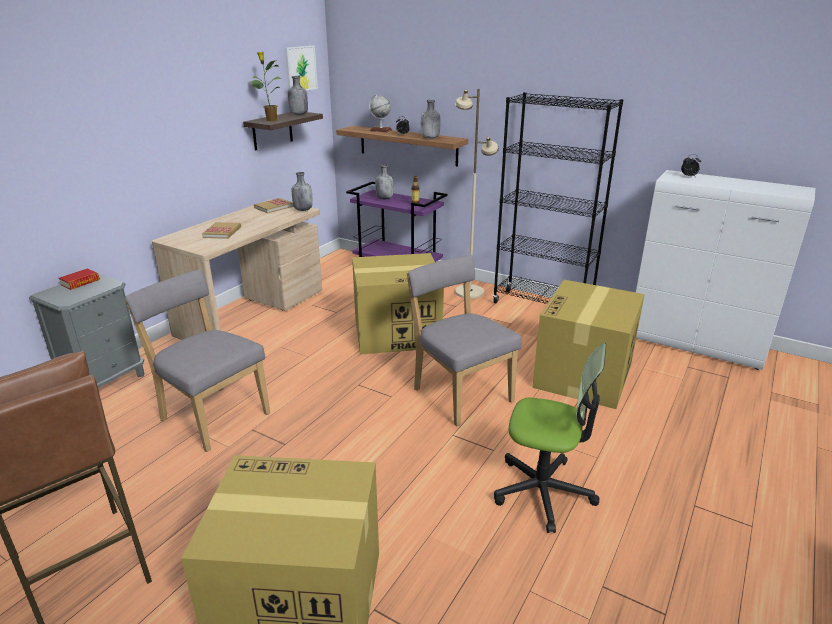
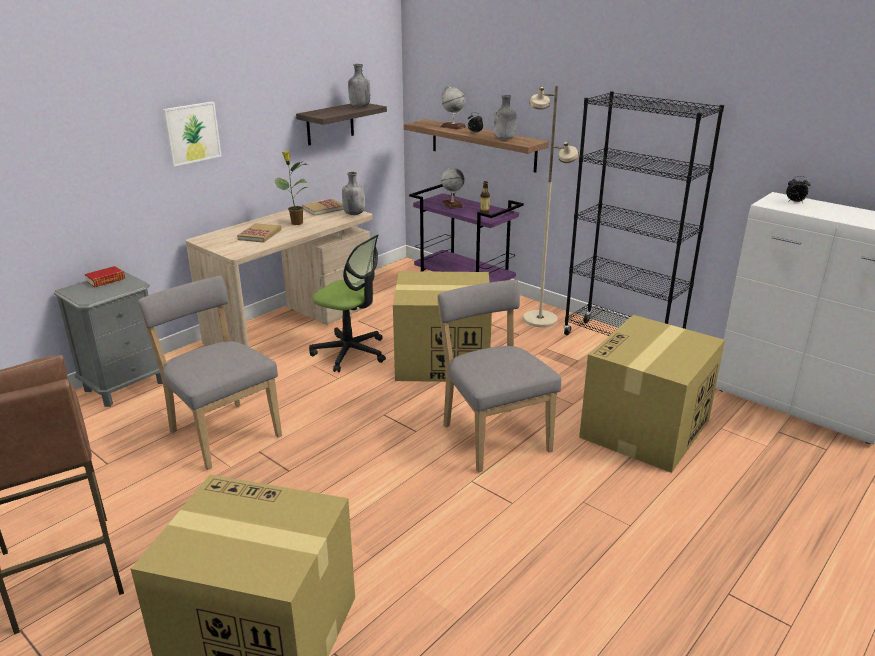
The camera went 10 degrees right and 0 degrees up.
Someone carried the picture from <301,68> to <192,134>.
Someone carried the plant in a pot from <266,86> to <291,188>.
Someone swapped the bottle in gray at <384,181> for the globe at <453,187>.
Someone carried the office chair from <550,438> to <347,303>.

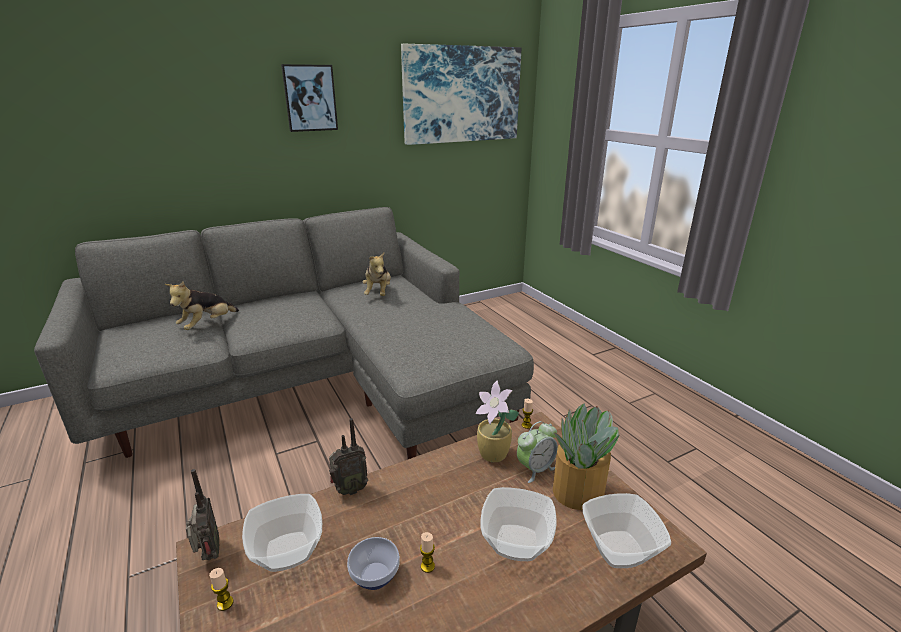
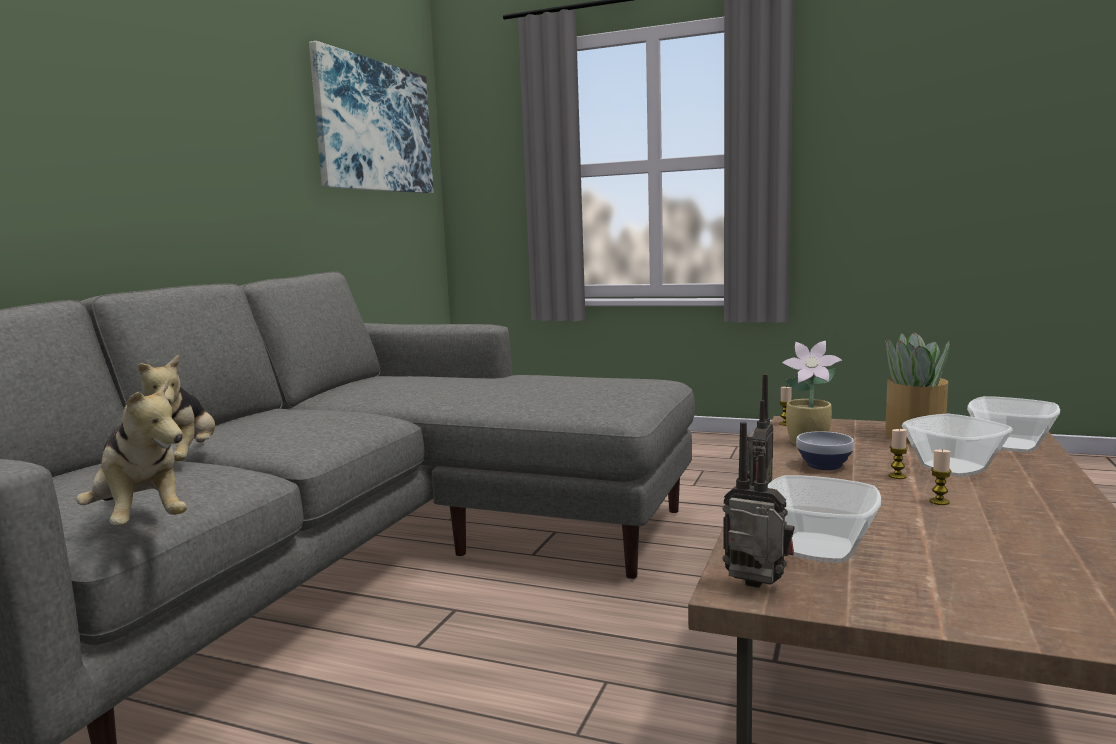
The camera went 40 degrees left and 15 degrees down.
Someone took away the picture at <309,98>.
Someone carried the plush toy from <377,274> to <131,451>.
Someone took away the table clock at <537,452>.
Someone carried the bowl from <373,563> to <825,450>.
Someone carried the candle from <221,589> to <898,453>.

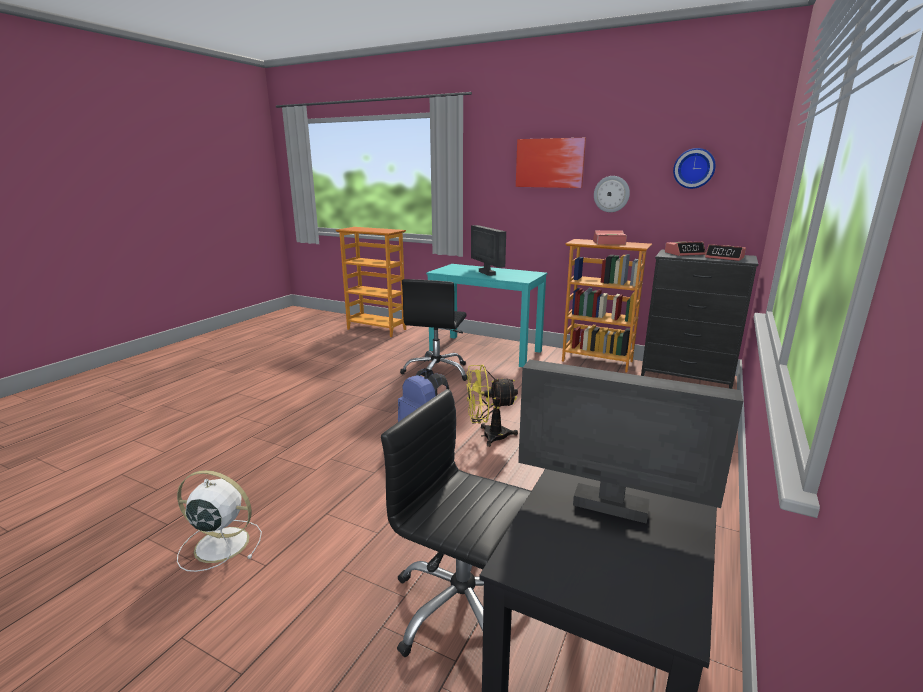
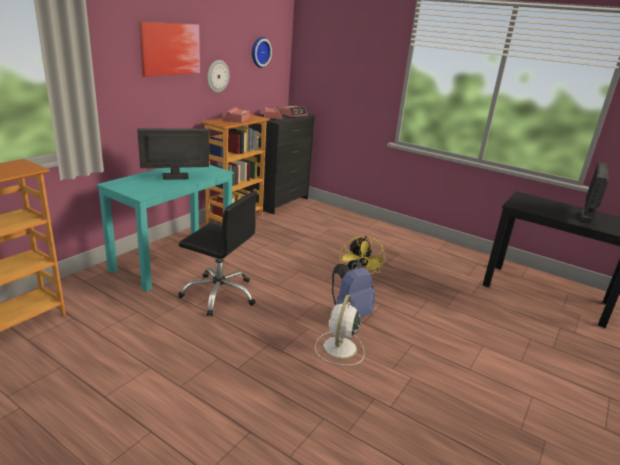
The camera went 85 degrees left and 5 degrees up.
Someone took away the office chair in black at <456,523>.
Someone carried the fan in white from <219,521> to <340,330>.

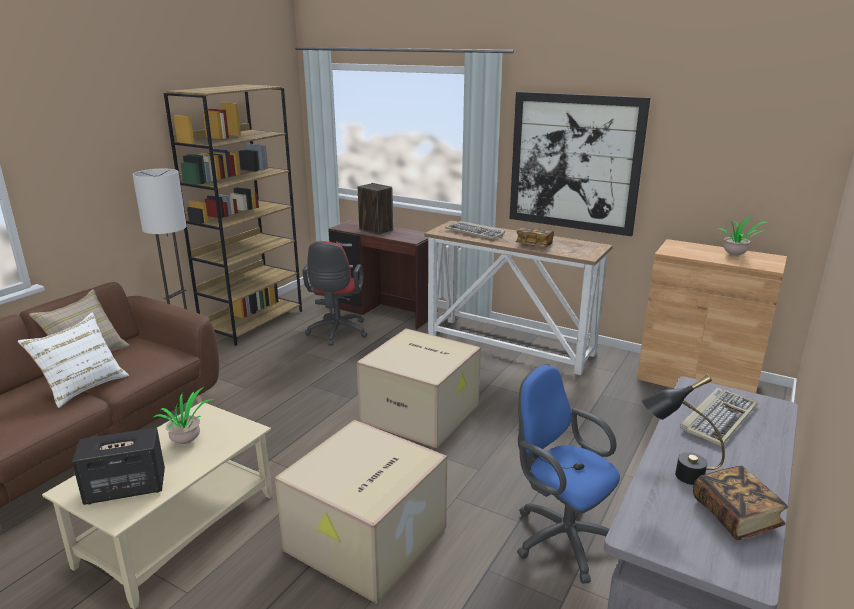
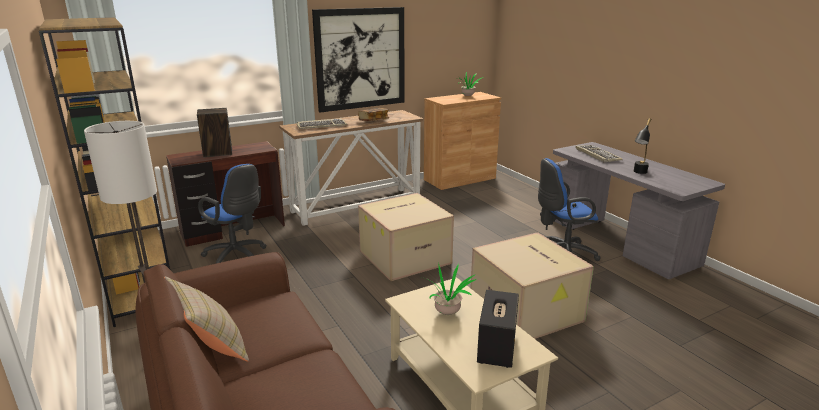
The camera went 60 degrees left and 0 degrees up.
Someone repainted the office chair in reddish at <335,293>, which became the office chair in bluish at <232,214>.
Someone took away the pillow in white at <73,360>.
Someone took away the bound book at <740,502>.

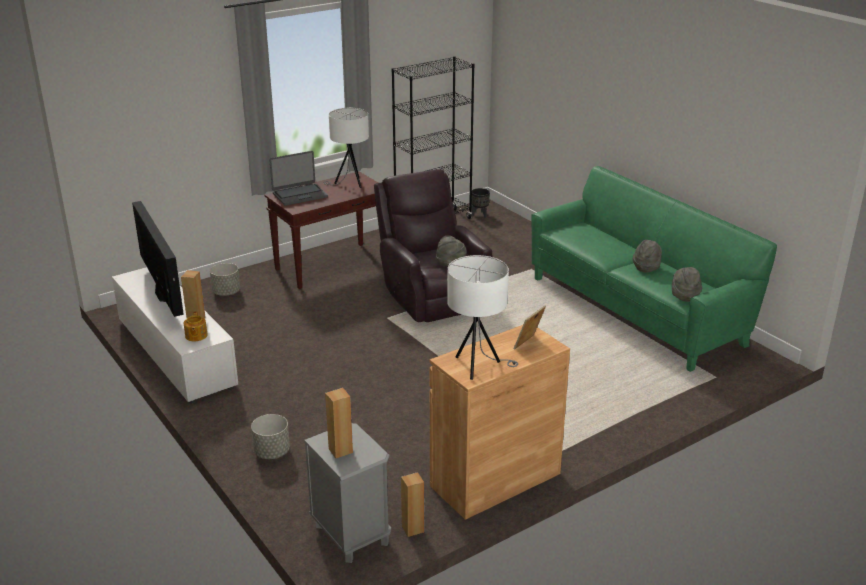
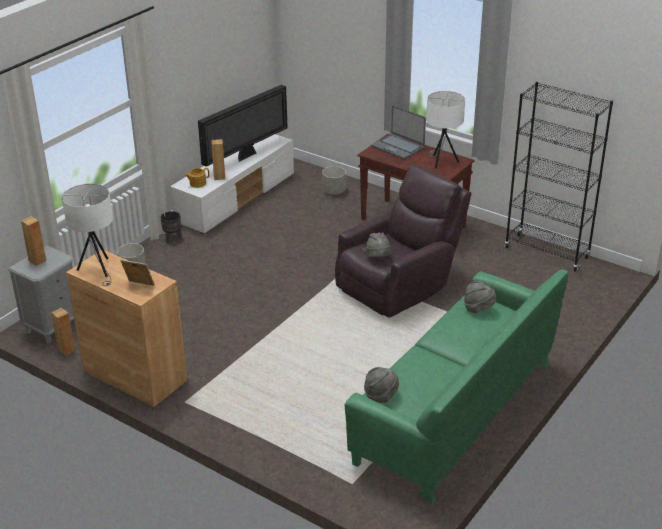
The camera went 70 degrees right and 5 degrees up.
Someone carried the plant pot in black from <481,203> to <171,227>.
Someone carried the hat in gray from <647,256> to <480,297>.

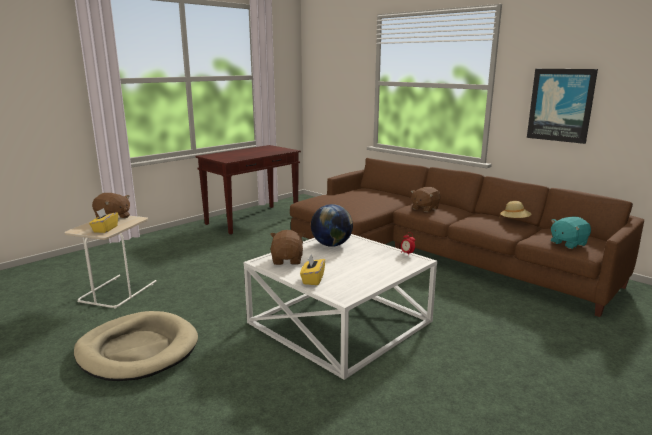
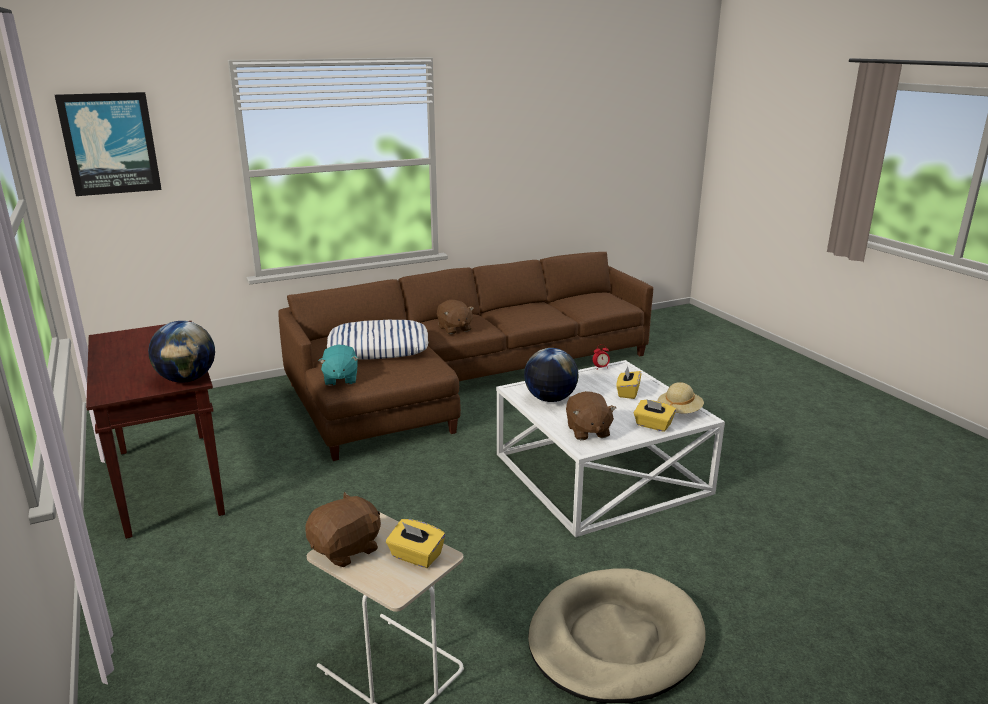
The camera went 70 degrees left and 5 degrees up.
Someone carried the picture from <562,106> to <108,144>.
Someone carried the hat in sand-coloured from <515,209> to <681,397>.
Someone carried the plush toy in turquoise-coloured from <571,233> to <338,365>.
Someone rotated the plush toy in brownish at <287,247> by 120 degrees counterclockwise.
Someone put down the pillow at <377,339>.
Someone put down the globe at <181,352>.
Someone put down the tissue holder in yellow-coloured at <628,382>.

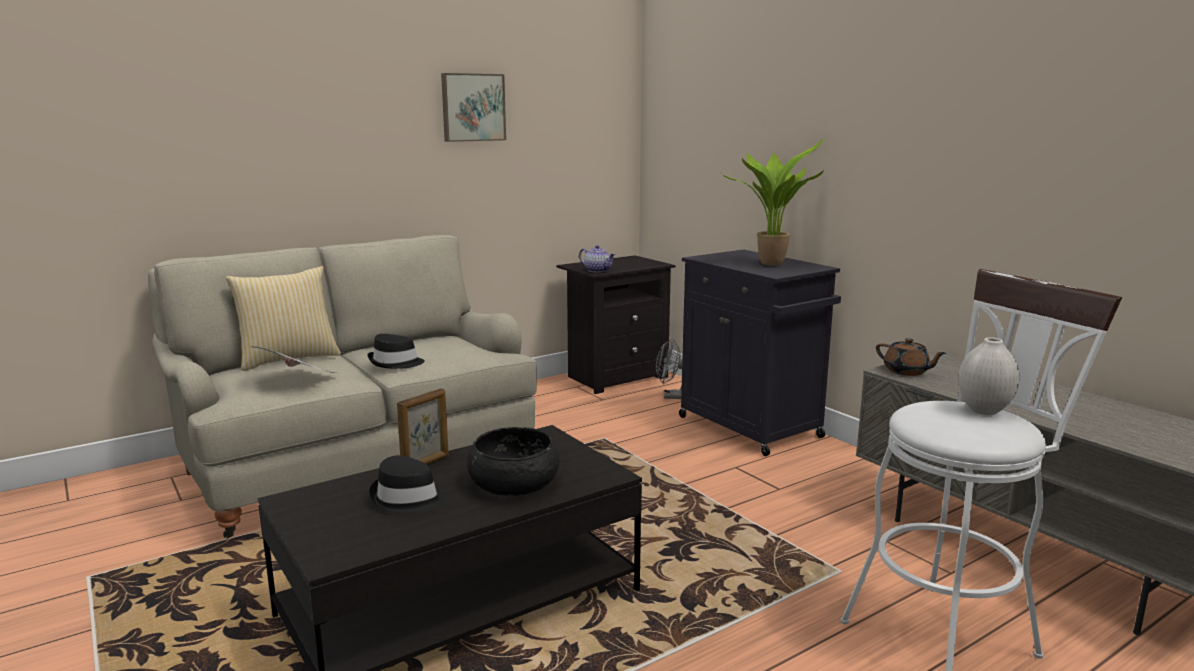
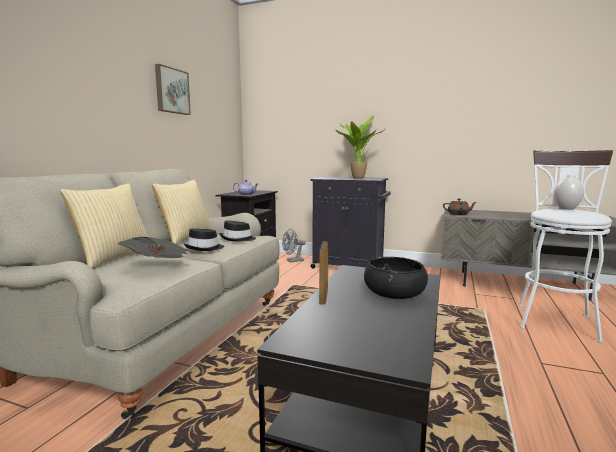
The camera went 35 degrees left and 5 degrees down.
Someone carried the hat in black from <408,484> to <237,231>.
Someone put down the pillow at <182,212>.

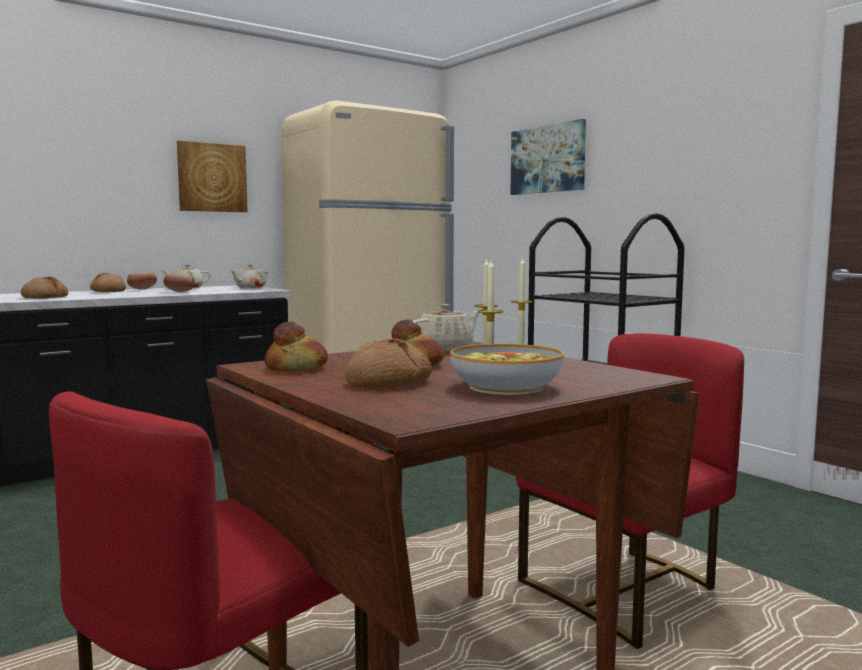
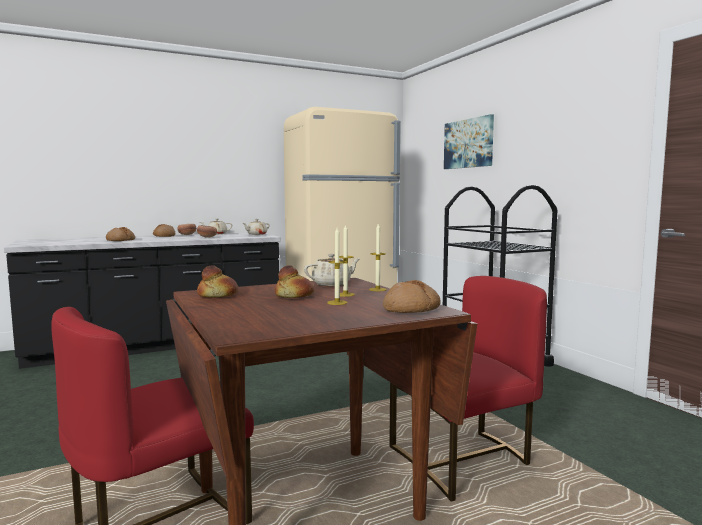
The camera went 10 degrees right and 0 degrees up.
Someone took away the picture at <212,176>.
Someone carried the bakery bread from <388,362> to <412,296>.
Someone took away the bowl at <507,369>.

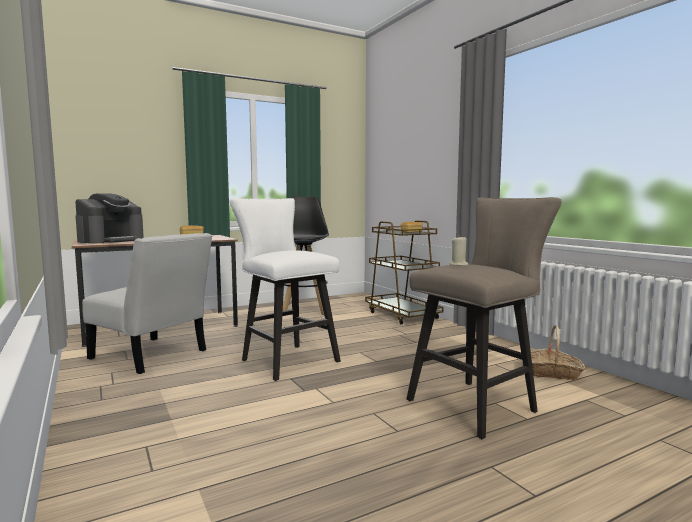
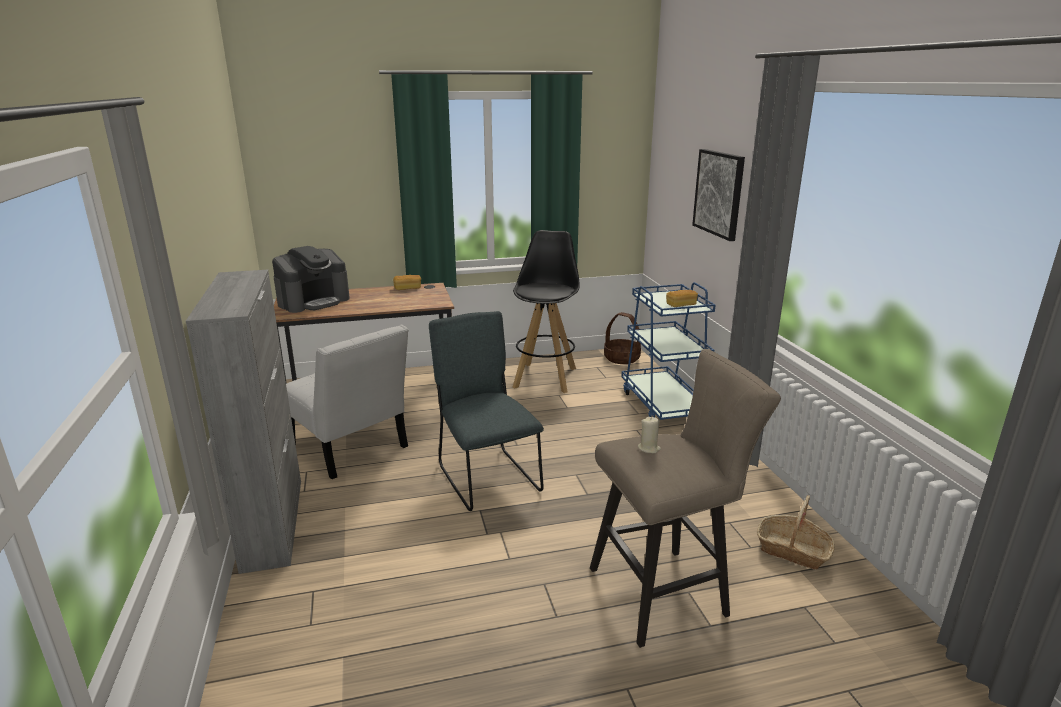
The camera went 15 degrees right and 15 degrees up.
Someone swapped the stool in white at <285,289> for the upright chair in gray at <486,411>.
Someone repainted the cart in brownish at <404,272>, which became the cart in bluish at <668,351>.
Someone put up the picture at <718,195>.
Someone put down the cupboard in gray at <243,422>.
Someone put down the basket at <622,338>.

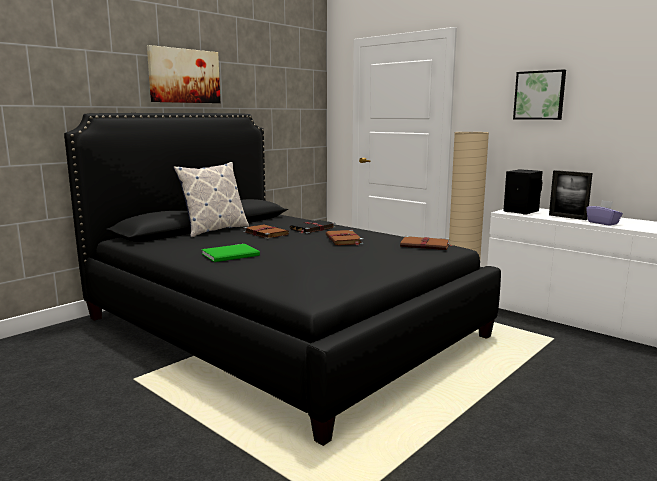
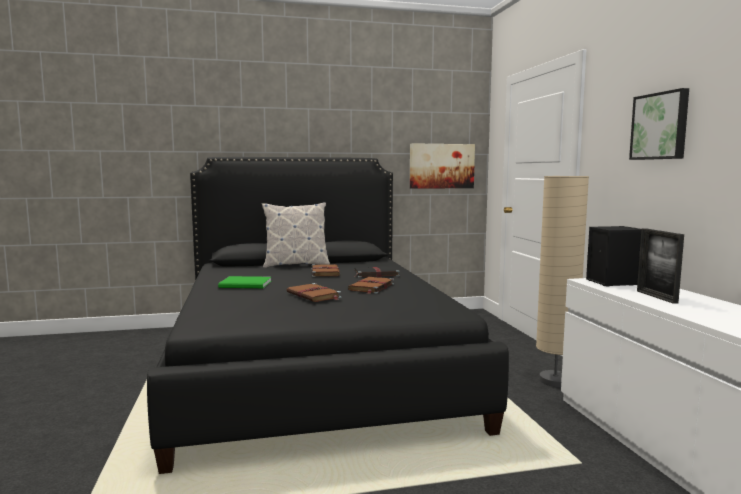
The camera went 35 degrees right and 5 degrees down.
Someone carried the picture from <183,74> to <442,166>.
Someone took away the tissue holder in purplish at <604,213>.
Someone carried the bound book in brownish from <426,243> to <314,292>.

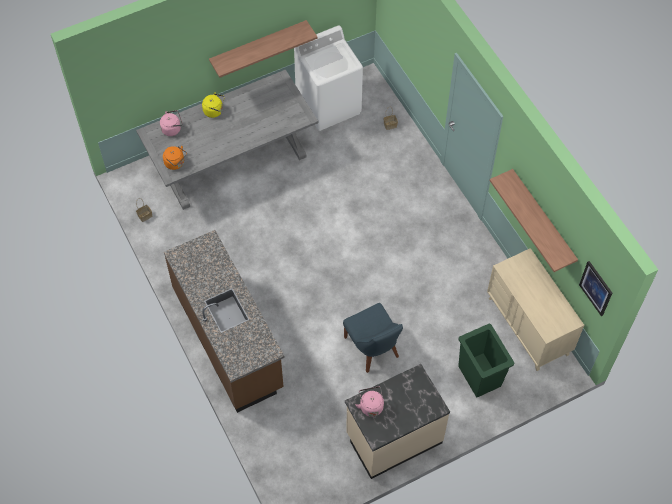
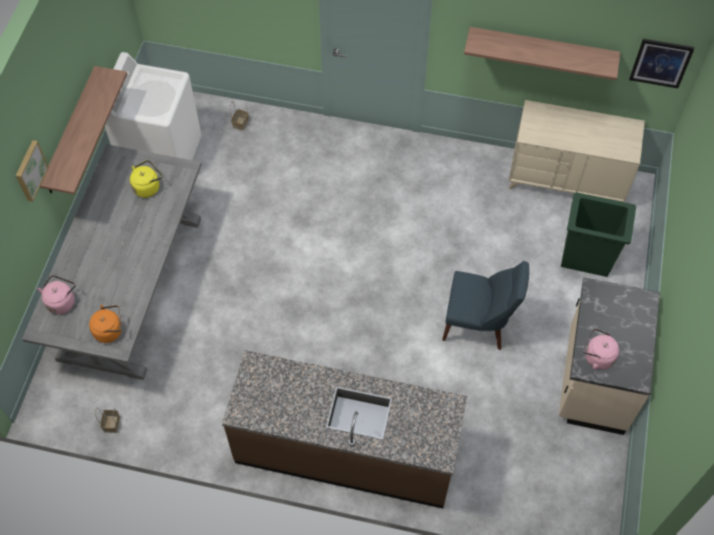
The camera went 50 degrees left and 0 degrees up.
Someone carried the kettle in yellow-coloured from <213,105> to <146,179>.
Someone put up the picture at <32,171>.

